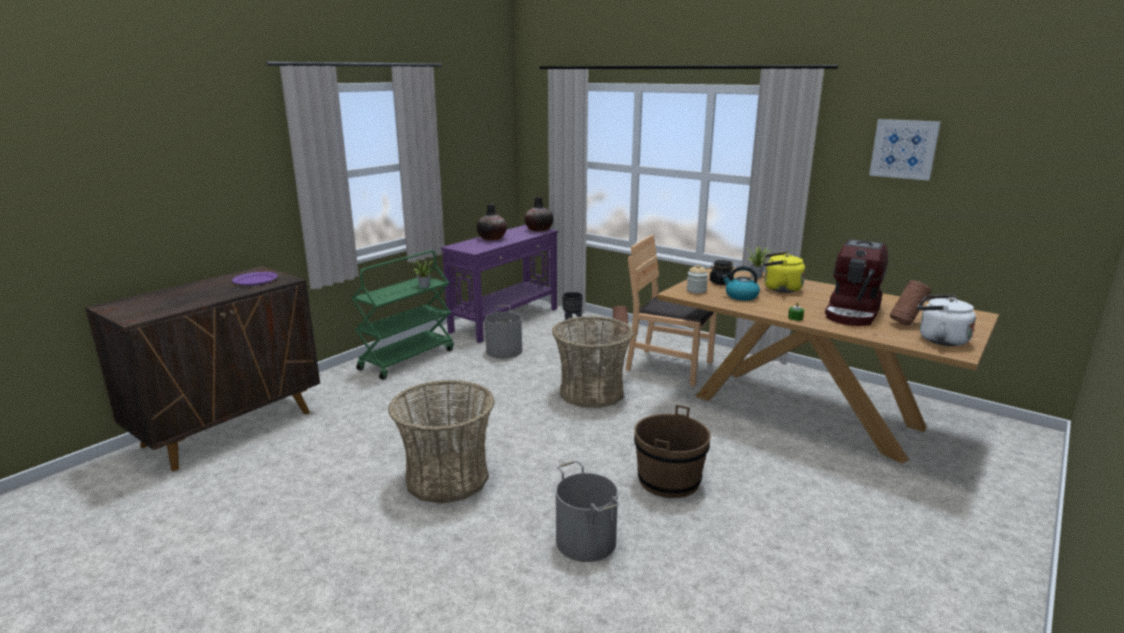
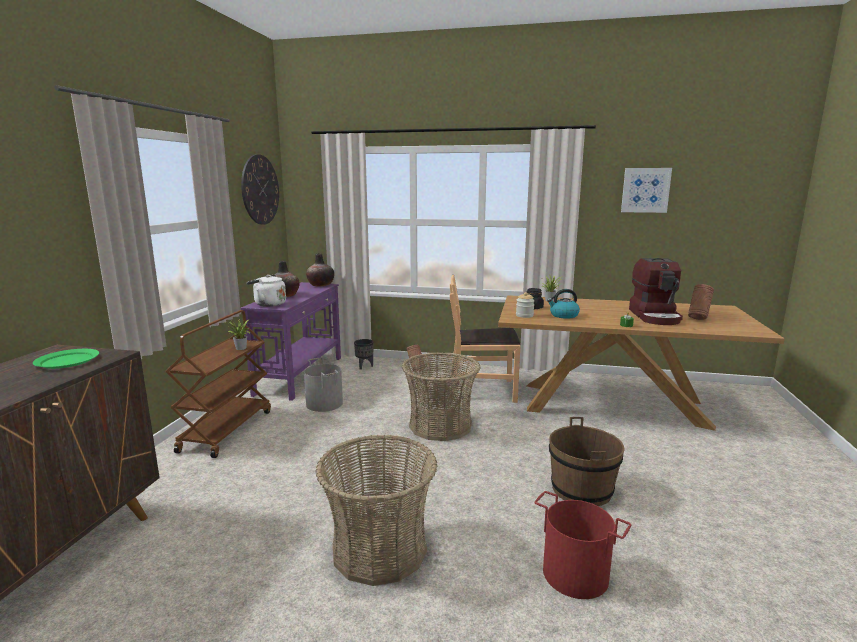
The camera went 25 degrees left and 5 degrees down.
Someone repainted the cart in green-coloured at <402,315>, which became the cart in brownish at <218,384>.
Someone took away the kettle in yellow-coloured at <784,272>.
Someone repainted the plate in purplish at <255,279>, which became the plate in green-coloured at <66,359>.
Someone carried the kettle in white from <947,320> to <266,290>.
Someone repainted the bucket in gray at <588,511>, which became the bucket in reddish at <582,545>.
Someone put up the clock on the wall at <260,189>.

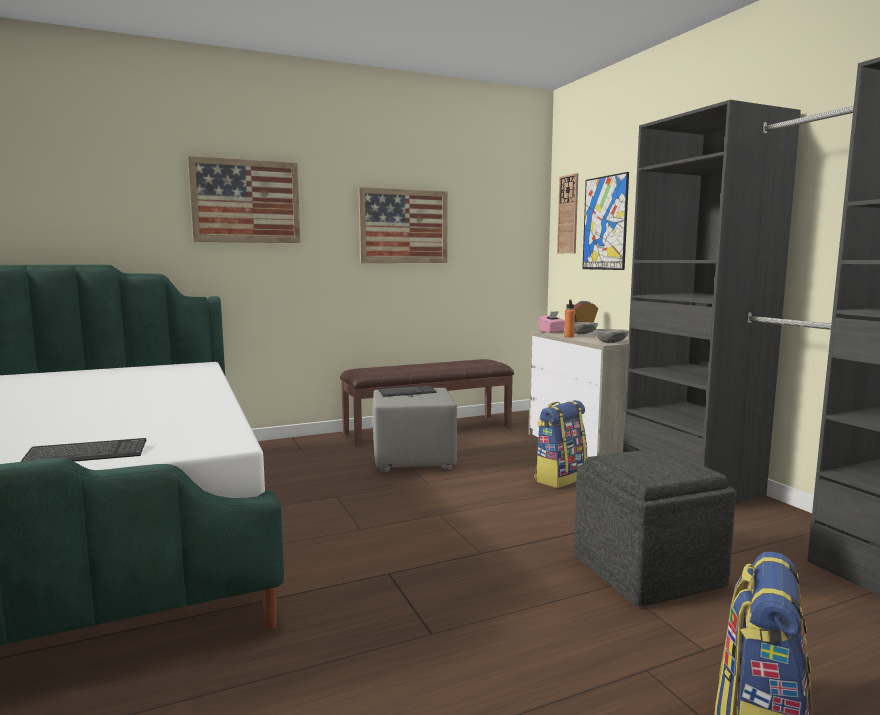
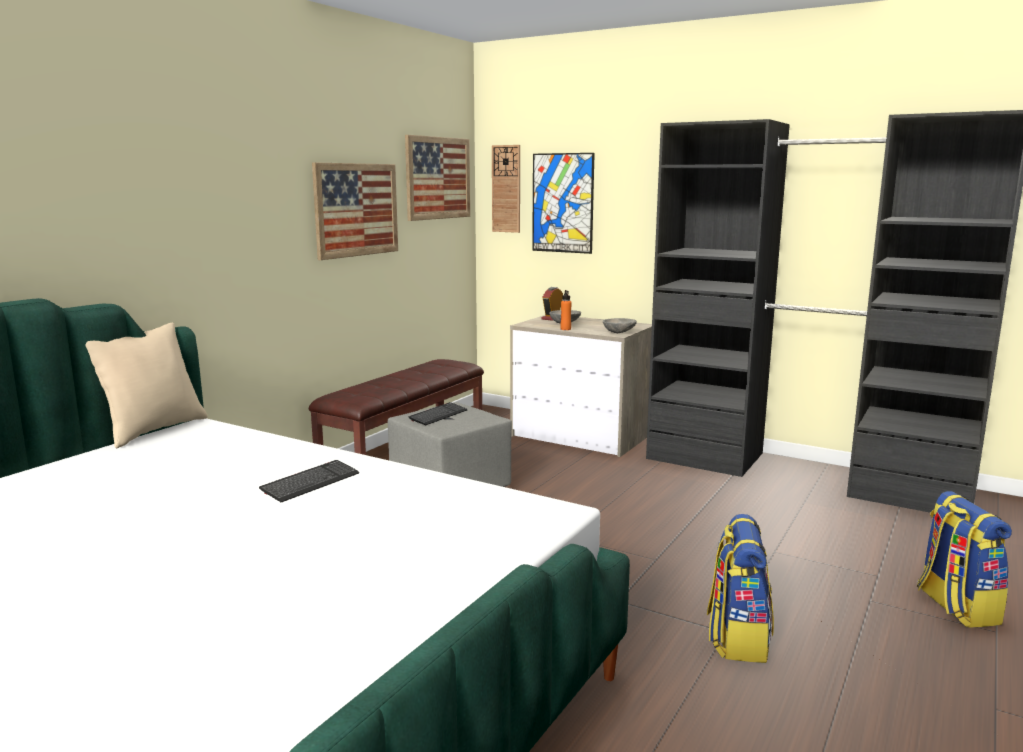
The camera went 35 degrees left and 5 degrees up.
Someone carried the picture from <244,199> to <437,178>.
Someone took away the tissue holder in pink at <551,322>.
Someone carried the knapsack from <560,444> to <740,588>.
Someone carried the computer keyboard from <83,450> to <309,481>.
Someone took away the pouffe in gray at <655,527>.
Someone put down the pillow in sand-coloured at <147,385>.

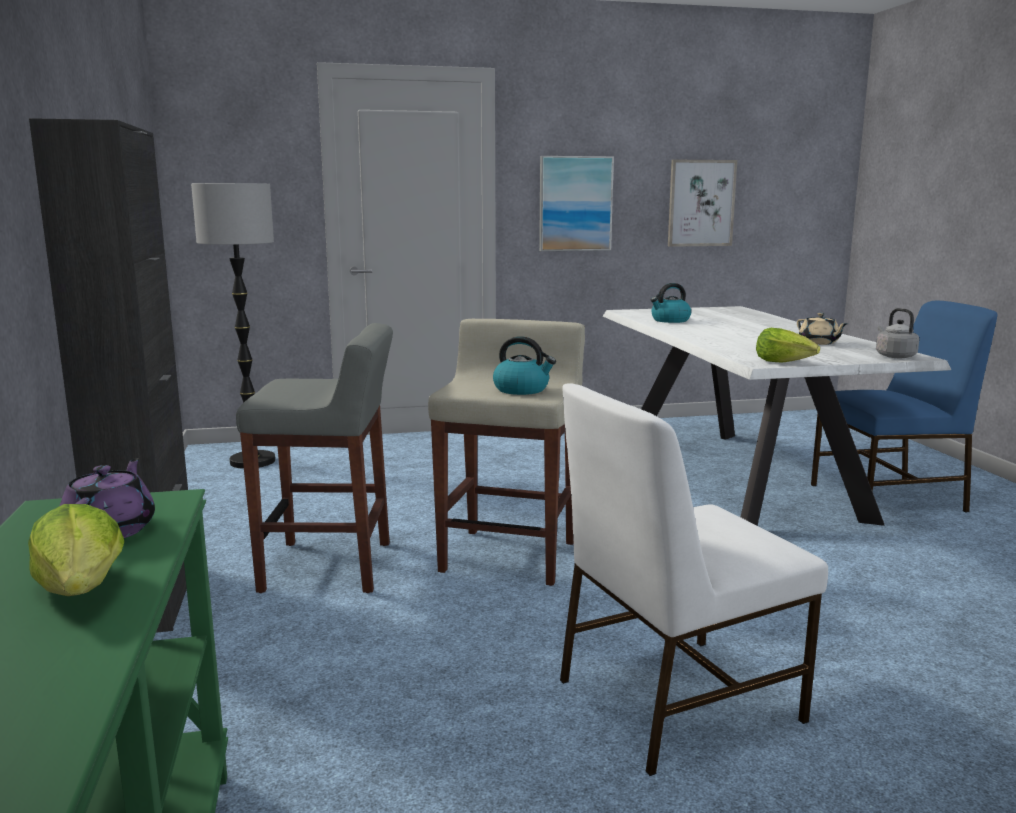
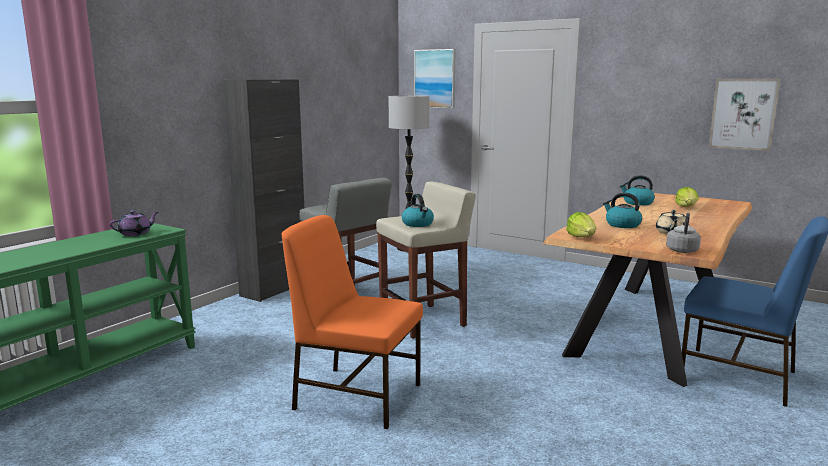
The camera went 45 degrees right and 0 degrees up.
Someone carried the picture from <576,203> to <435,79>.
Someone repainted the kitchen table in white at <777,416>, which became the kitchen table in brownish at <647,290>.
Someone repainted the upright chair in white at <694,579>, which became the upright chair in orange-coloured at <352,322>.
Someone carried the lettuce from <76,550> to <687,197>.
Someone put down the kettle at <622,210>.

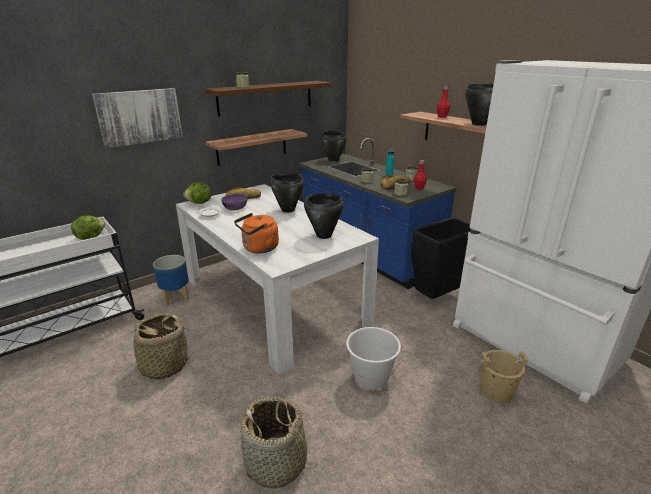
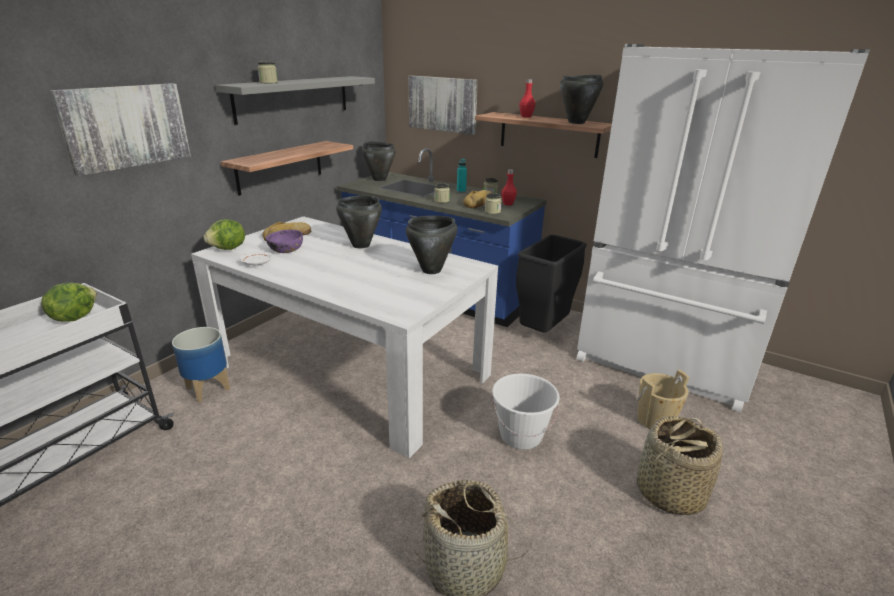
The camera went 20 degrees left and 0 degrees up.
Someone repainted the bracket shelf in brownish at <268,98>, which became the bracket shelf in gray at <295,100>.
Someone took away the kettle in orange-coloured at <256,233>.
Someone carried the basket from <158,346> to <680,465>.
Someone put up the picture at <443,105>.

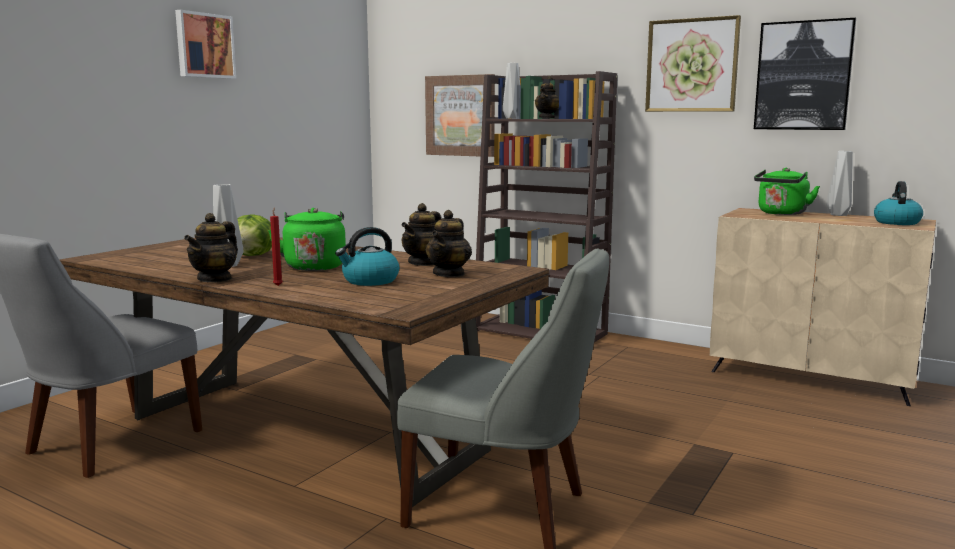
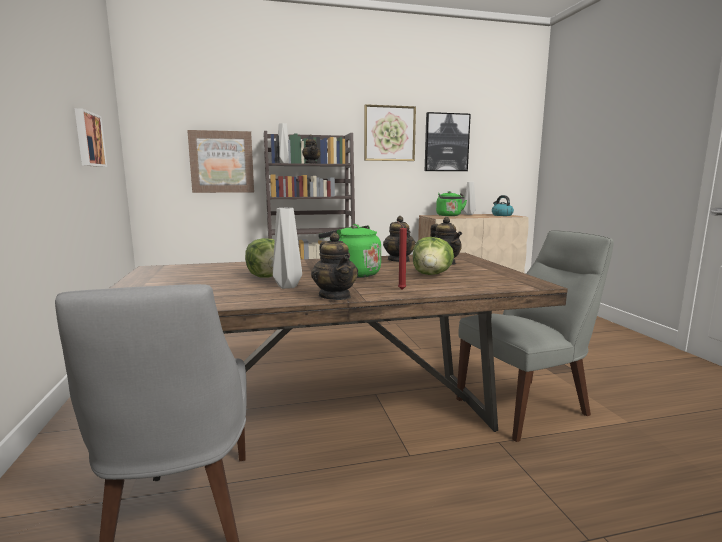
The camera went 45 degrees left and 0 degrees up.
Someone carried the picture from <205,44> to <91,137>.
Someone swapped the kettle at <367,256> for the lettuce at <433,256>.

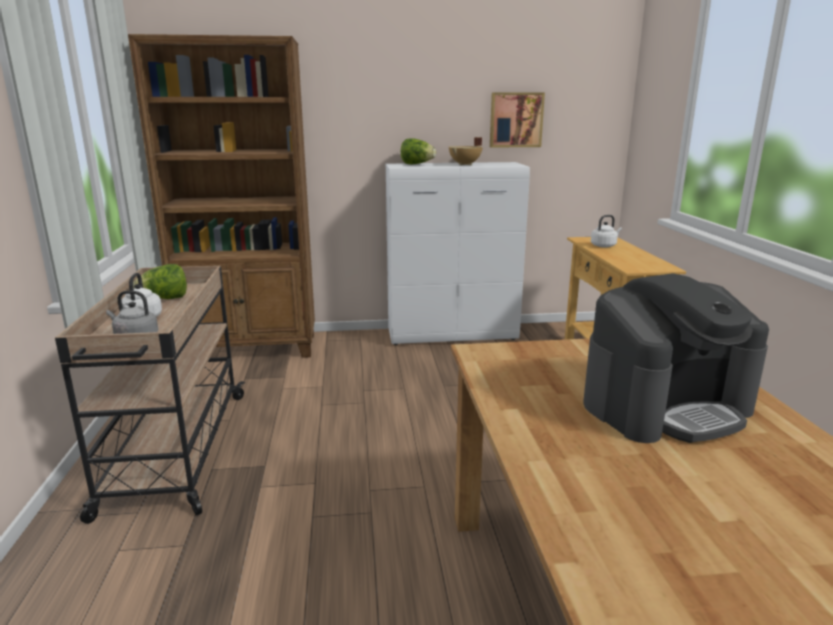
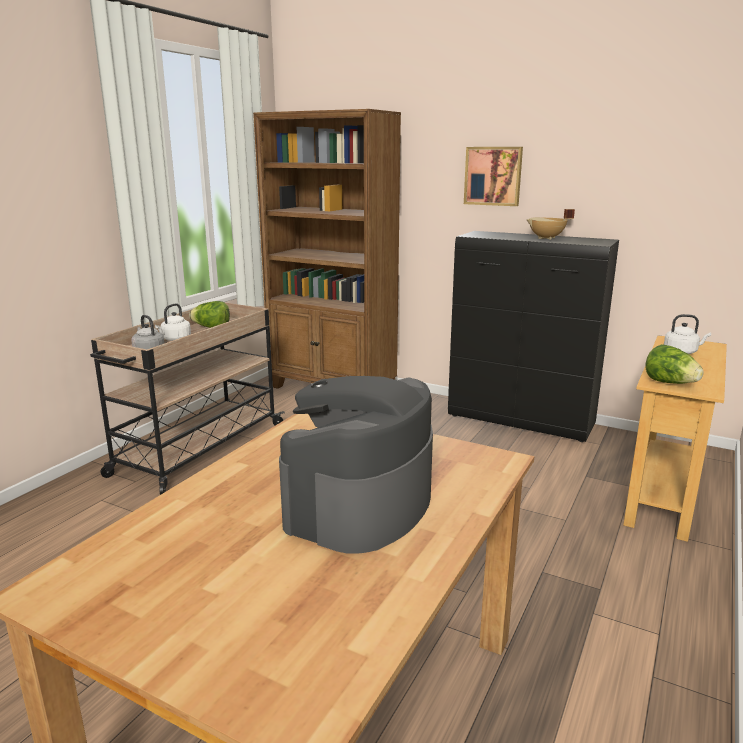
The camera went 35 degrees right and 0 degrees up.
Someone carried the picture from <517,120> to <493,176>.
Someone carried the lettuce from <418,151> to <674,364>.
Someone repainted the cupboard in white at <458,253>, which became the cupboard in black at <533,336>.
Someone rotated the coffee maker at <676,358> by 105 degrees clockwise.

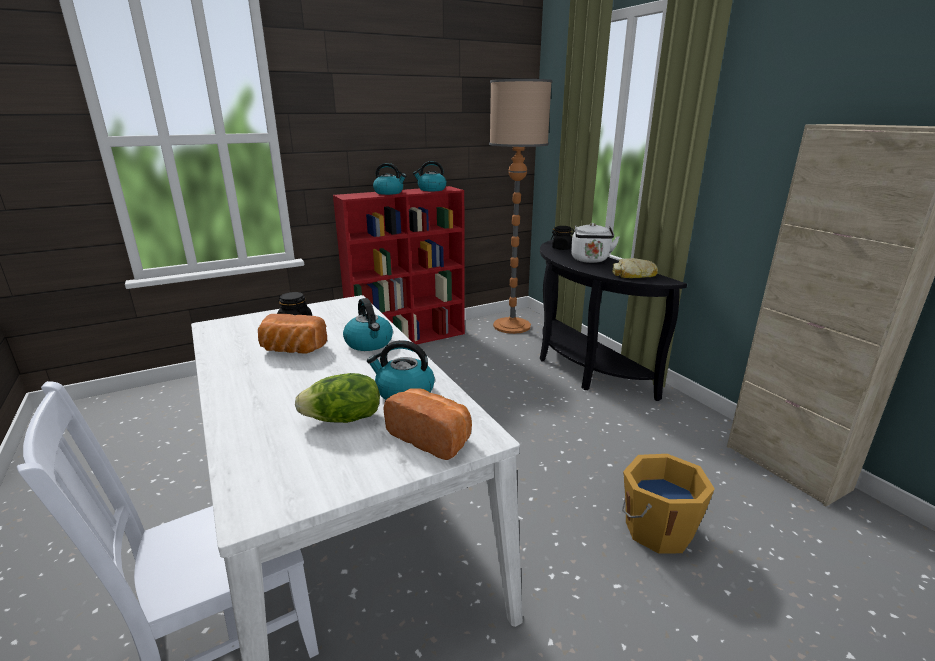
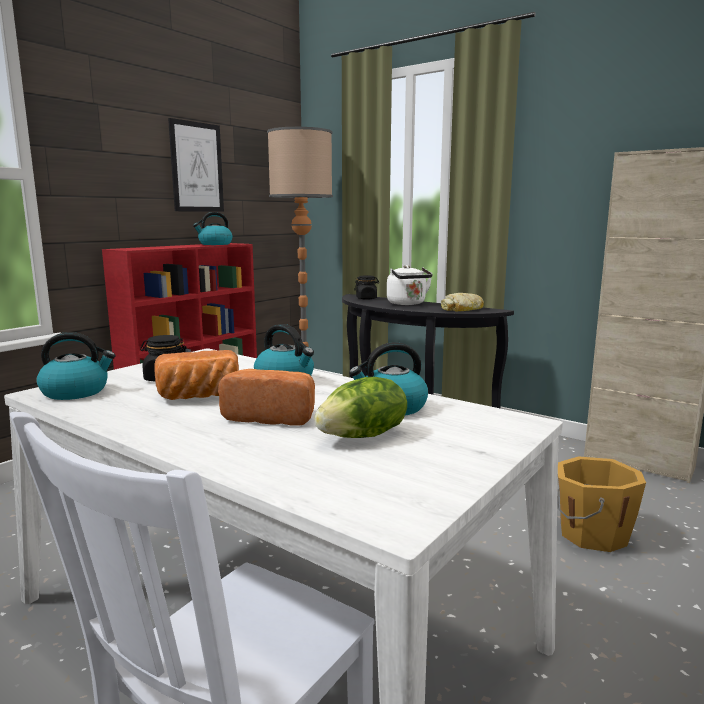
The camera went 25 degrees left and 10 degrees down.
Someone carried the kettle from <390,179> to <76,366>.
Someone carried the bakery bread from <427,424> to <266,397>.
Someone put up the picture at <196,165>.

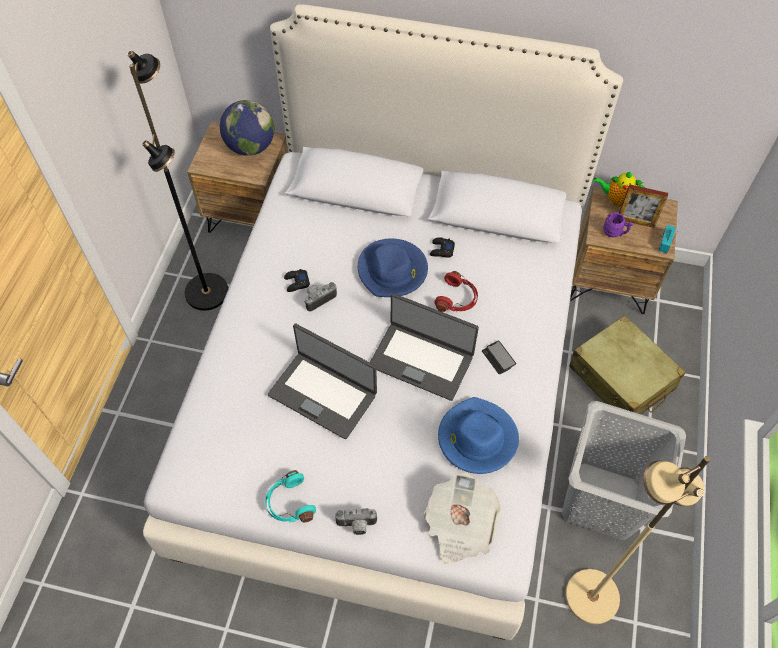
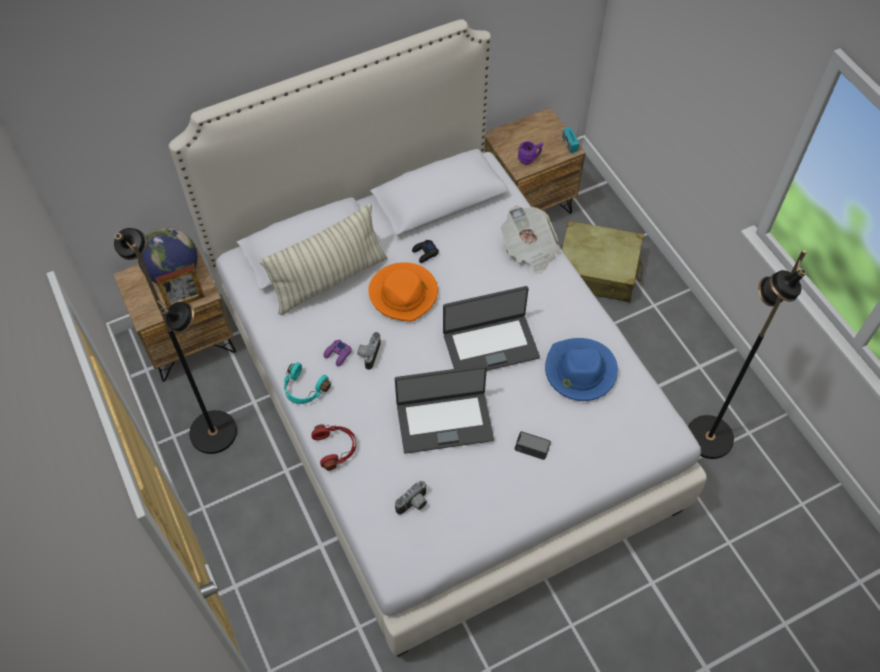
The camera went 40 degrees left and 0 degrees up.
Someone took away the teapot at <619,189>.
Someone carried the photo frame from <643,206> to <180,287>.
Someone repainted the hat in bluish at <393,268>, which became the hat in orange-coloured at <403,292>.
Someone repainted the game controller in black at <297,280>, which became the game controller in purplish at <338,352>.
Someone carried the headphones in reddish from <456,291> to <333,447>.
Someone carried the phone from <499,357> to <533,445>.
Someone took away the hamper in gray at <624,470>.
Someone repainted the standard lamp in sand-coloured at <637,540>, which became the standard lamp in black at <747,354>.
Someone carried the headphones in turquoise-coloured from <290,496> to <307,383>.
Someone carried the newspaper from <462,518> to <530,240>.
Someone carried the photo camera from <356,521> to <411,498>.
Someone put down the pillow at <323,259>.

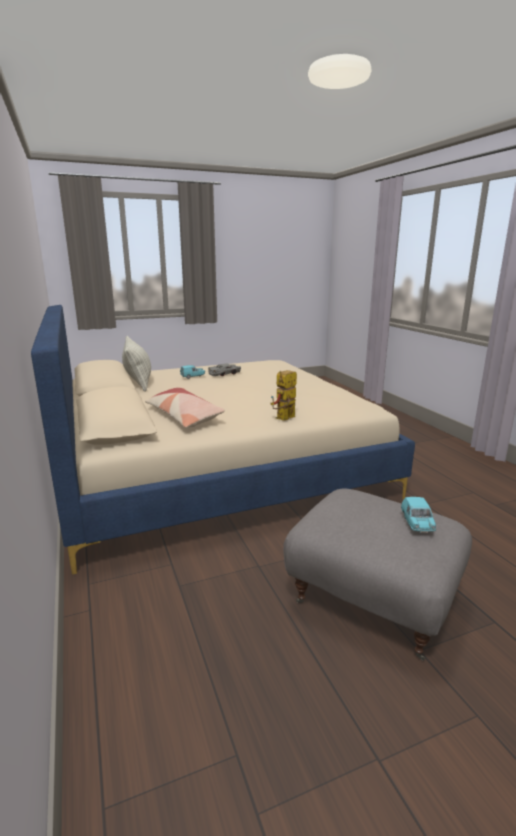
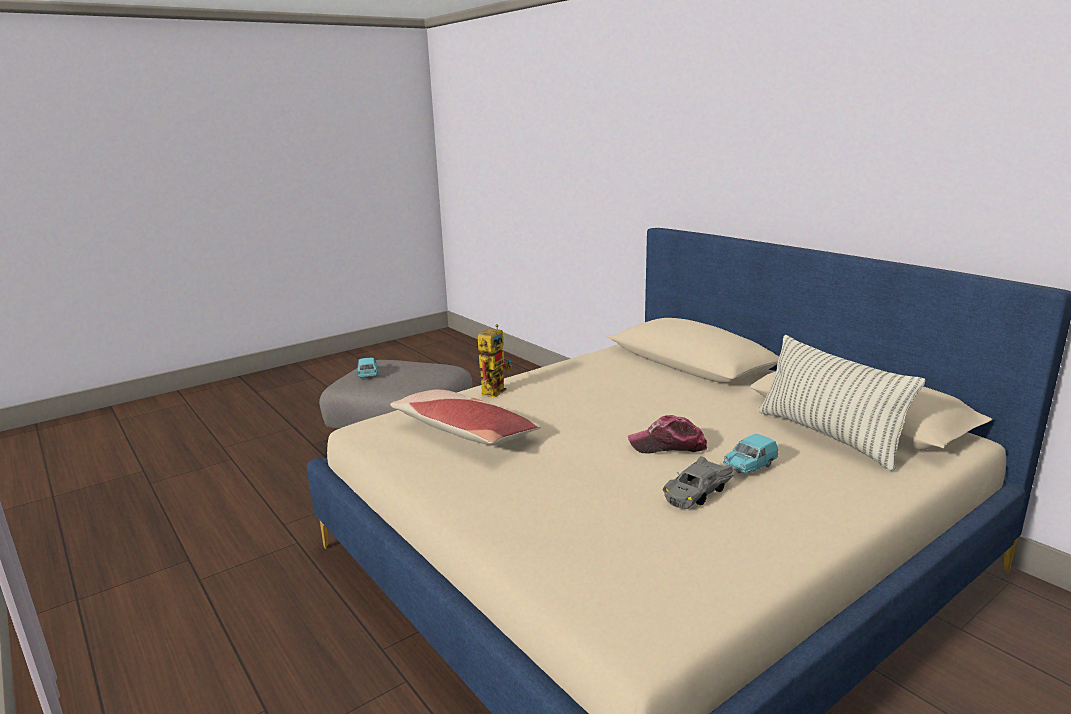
The camera went 165 degrees right and 0 degrees up.
Someone carried the pillow from <185,408> to <466,417>.
Someone put down the cap at <667,434>.

